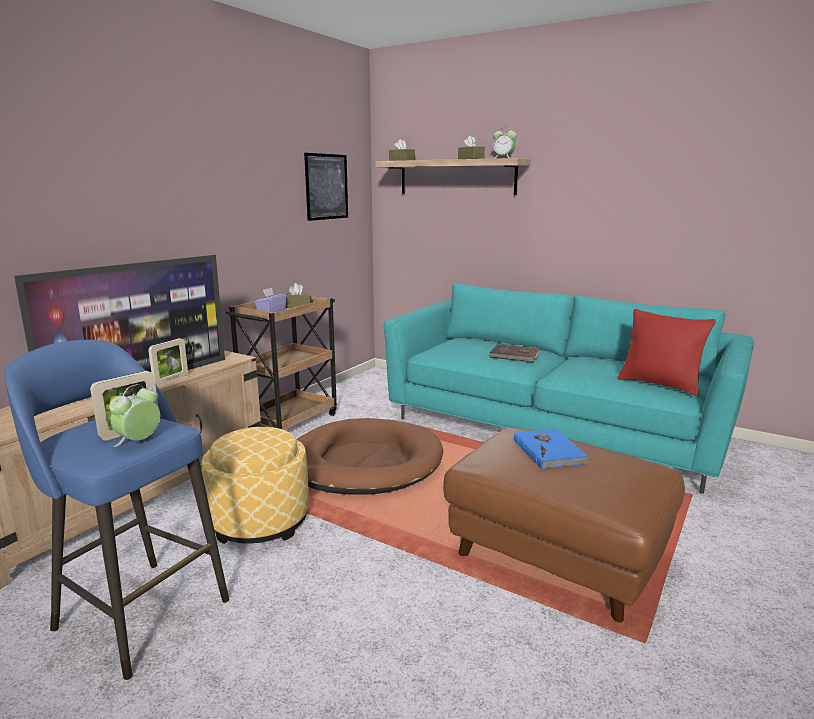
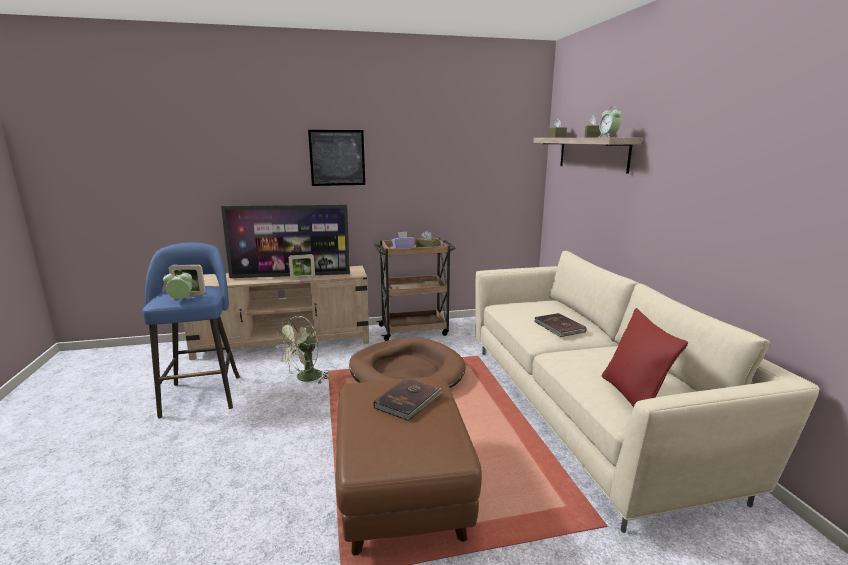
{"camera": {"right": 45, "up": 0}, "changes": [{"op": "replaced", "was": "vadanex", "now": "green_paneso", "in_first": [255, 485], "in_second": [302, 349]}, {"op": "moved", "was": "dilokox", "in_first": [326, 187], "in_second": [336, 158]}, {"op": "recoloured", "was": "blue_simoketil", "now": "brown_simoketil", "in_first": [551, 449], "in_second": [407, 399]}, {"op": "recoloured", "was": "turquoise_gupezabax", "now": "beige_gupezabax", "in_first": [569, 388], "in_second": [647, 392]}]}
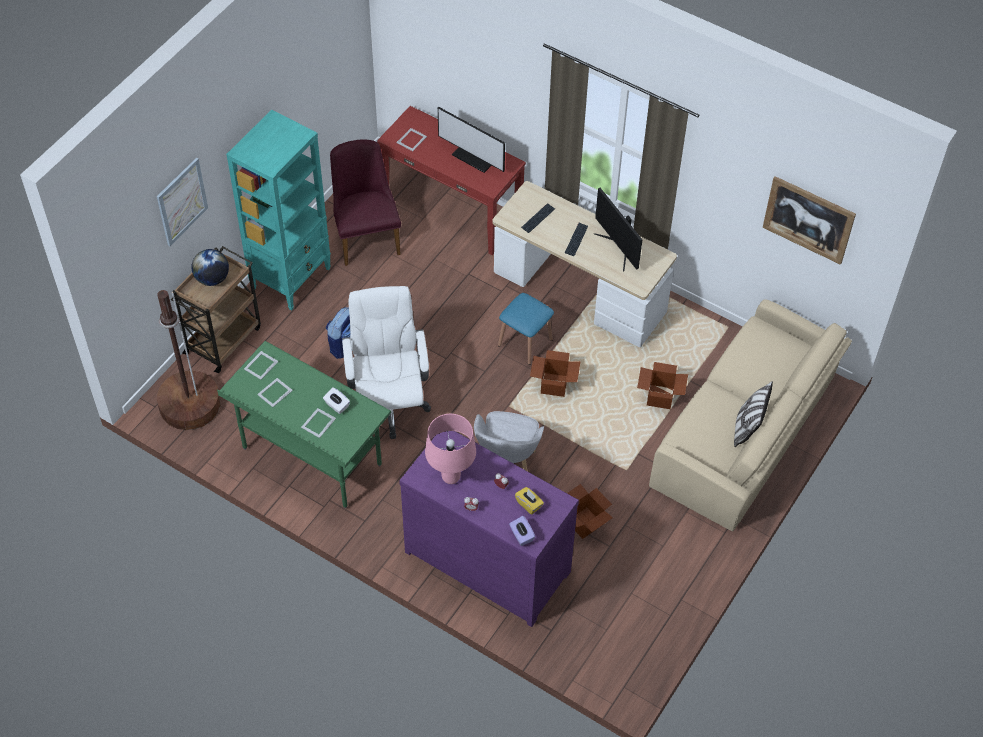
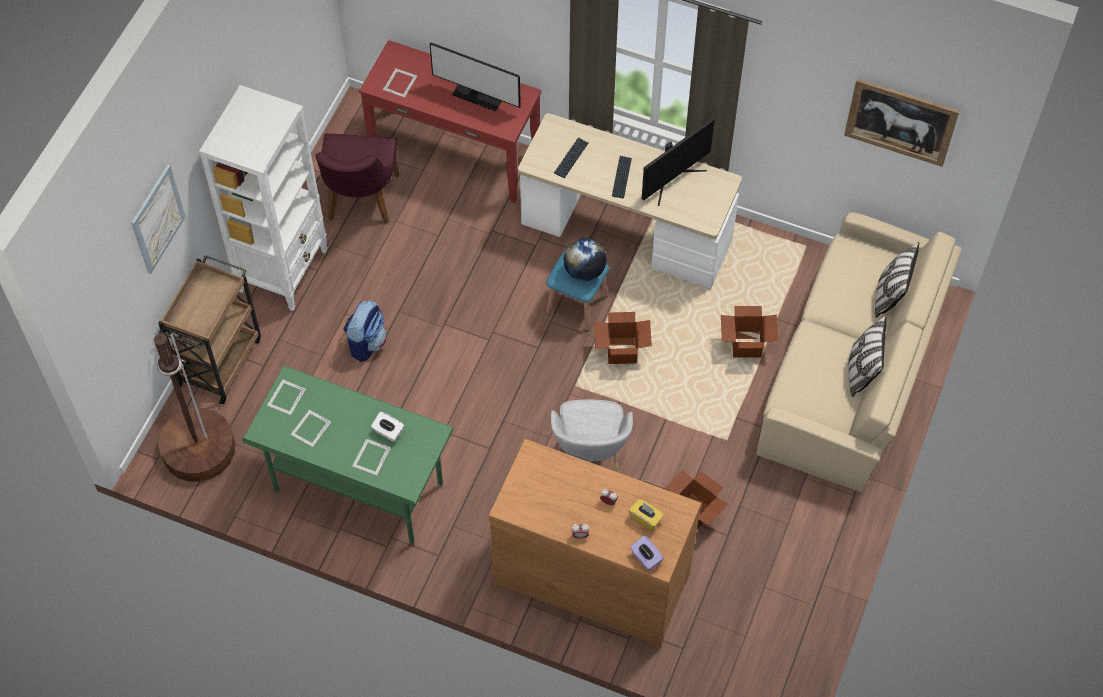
{"camera": {"right": -10, "up": 5}, "changes": [{"op": "recoloured", "was": "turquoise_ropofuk", "now": "white_ropofuk", "in_first": [278, 210], "in_second": [263, 198]}, {"op": "turned", "was": "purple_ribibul", "in_first": [365, 202], "in_second": [357, 178], "clockwise": -150}, {"op": "recoloured", "was": "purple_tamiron", "now": "brown_tamiron", "in_first": [489, 529], "in_second": [595, 544]}, {"op": "moved", "was": "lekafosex", "in_first": [210, 267], "in_second": [585, 259]}, {"op": "turned", "was": "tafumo", "in_first": [618, 229], "in_second": [678, 162], "clockwise": -90}, {"op": "added", "now": "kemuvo", "in_second": [897, 280]}, {"op": "removed", "was": "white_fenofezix", "in_first": [386, 362]}, {"op": "removed", "was": "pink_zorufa", "in_first": [450, 449]}]}
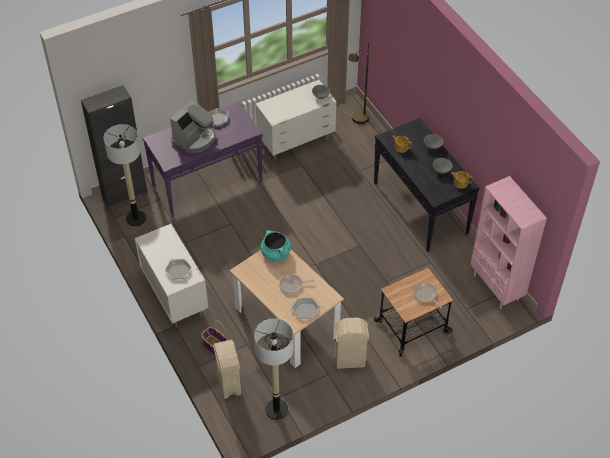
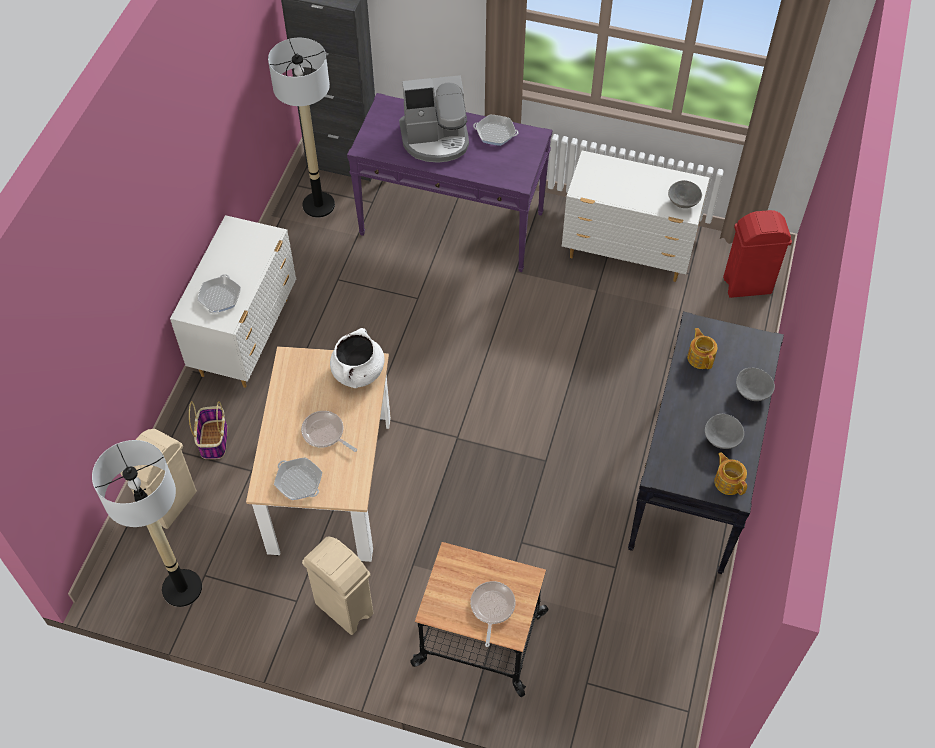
{"camera": {"right": 45, "up": 5}, "changes": [{"op": "recoloured", "was": "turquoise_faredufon", "now": "white_faredufon", "in_first": [276, 245], "in_second": [357, 358]}, {"op": "replaced", "was": "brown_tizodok", "now": "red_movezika", "in_first": [358, 83], "in_second": [757, 254]}, {"op": "removed", "was": "pink_ropofuk", "in_first": [509, 242]}]}
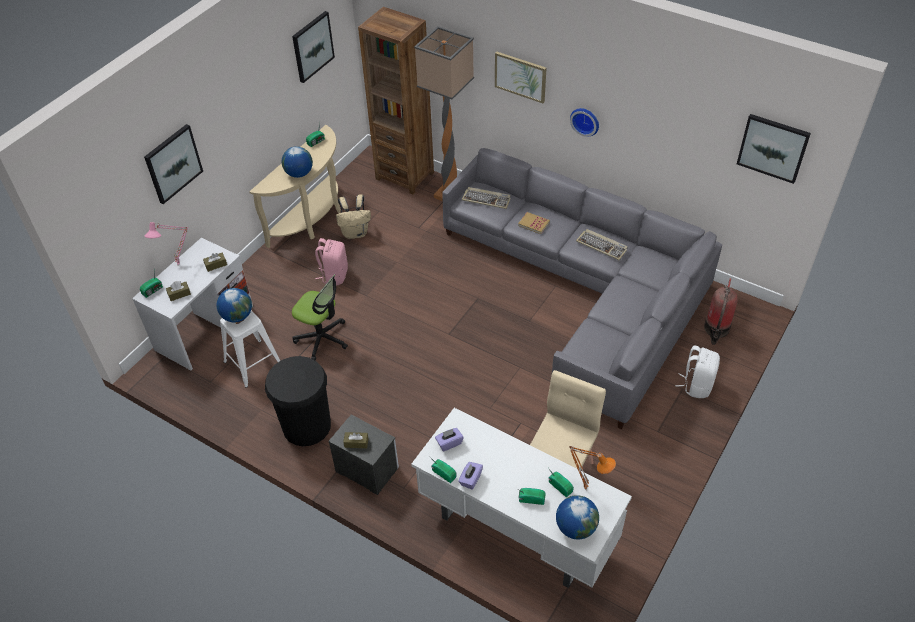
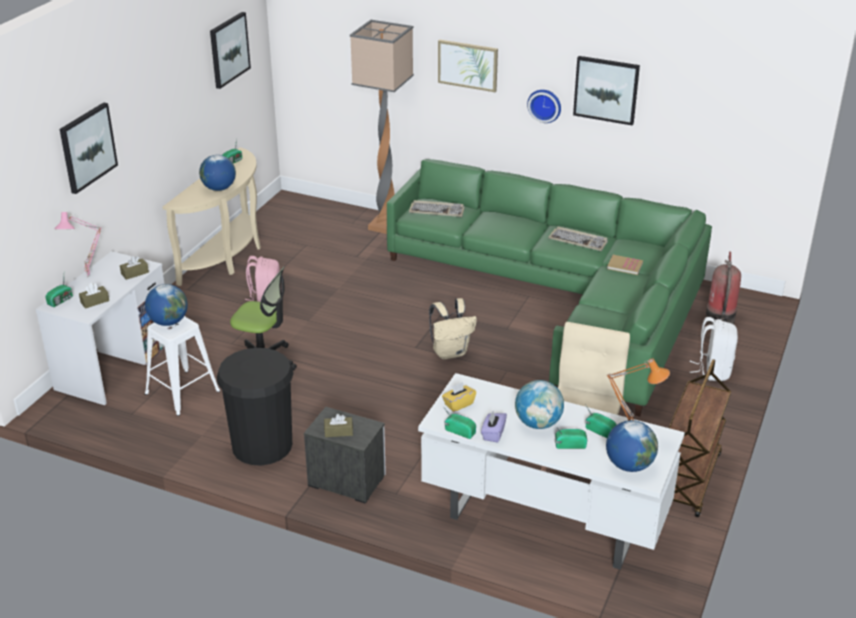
{"camera": {"right": -10, "up": -15}, "changes": [{"op": "recoloured", "was": "grey_gupezabax", "now": "green_gupezabax", "in_first": [582, 288], "in_second": [549, 288]}, {"op": "moved", "was": "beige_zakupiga", "in_first": [353, 216], "in_second": [453, 329]}, {"op": "recoloured", "was": "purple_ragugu", "now": "yellow_ragugu", "in_first": [449, 439], "in_second": [459, 397]}, {"op": "added", "now": "lekafosex", "in_second": [539, 404]}, {"op": "moved", "was": "dilokox", "in_first": [774, 149], "in_second": [606, 90]}, {"op": "moved", "was": "simoketil", "in_first": [534, 223], "in_second": [625, 265]}, {"op": "added", "now": "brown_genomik", "in_second": [700, 438]}, {"op": "removed", "was": "brown_ropofuk", "in_first": [396, 100]}]}
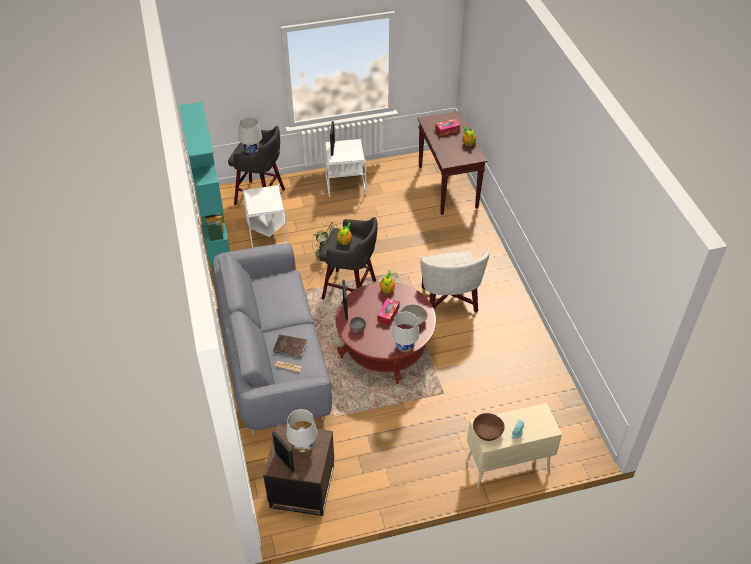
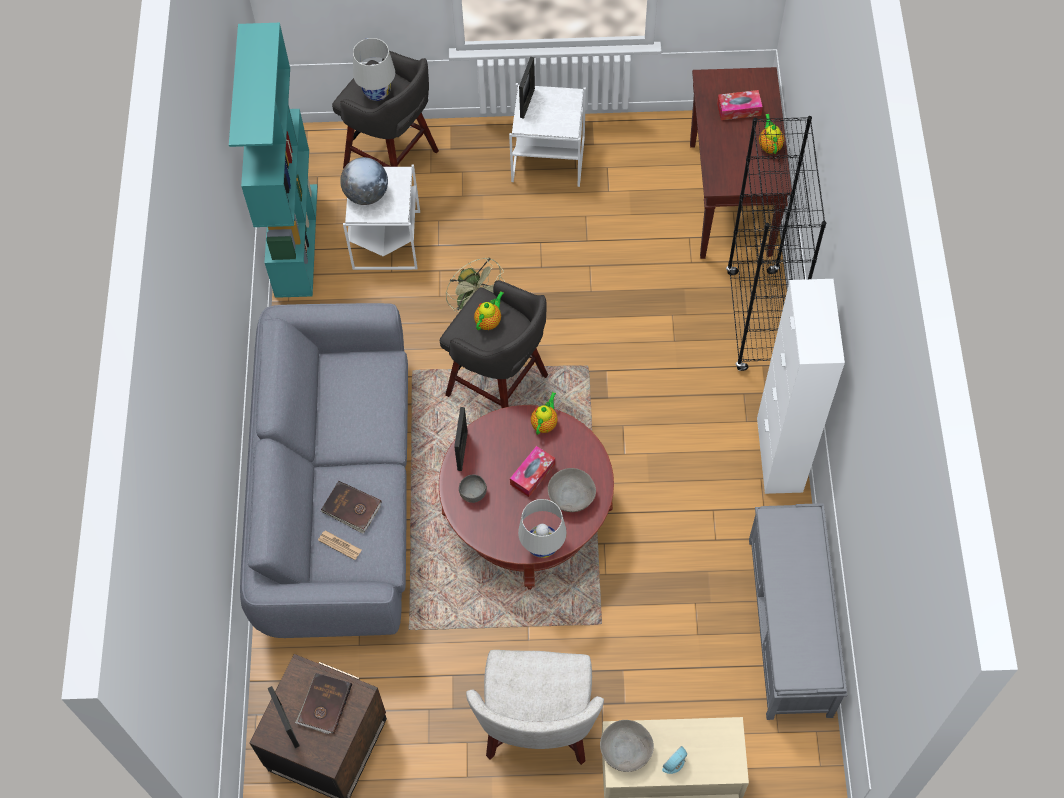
{"camera": {"right": 15, "up": 15}, "changes": [{"op": "replaced", "was": "white_zorufa", "now": "brown_simoketil", "in_first": [302, 431], "in_second": [323, 703]}, {"op": "added", "now": "lekafosex", "in_second": [364, 181]}, {"op": "moved", "was": "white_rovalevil", "in_first": [454, 282], "in_second": [535, 707]}, {"op": "recoloured", "was": "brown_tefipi", "now": "grey_tefipi", "in_first": [489, 427], "in_second": [627, 746]}, {"op": "added", "now": "black_ropofuk", "in_second": [776, 243]}, {"op": "added", "now": "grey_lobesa", "in_second": [798, 611]}, {"op": "added", "now": "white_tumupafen", "in_second": [801, 386]}]}
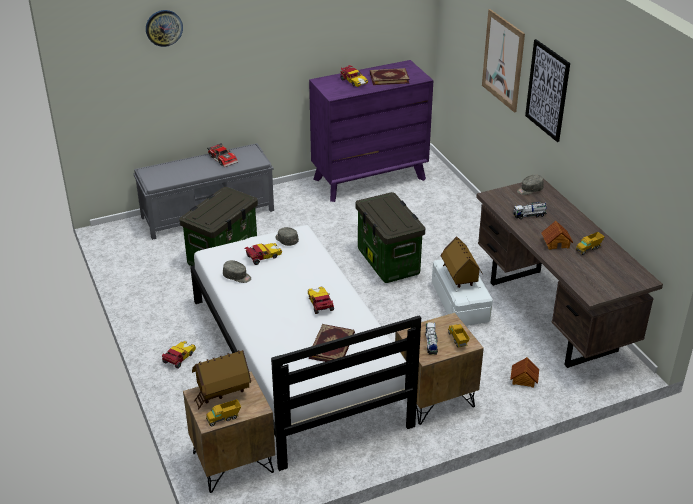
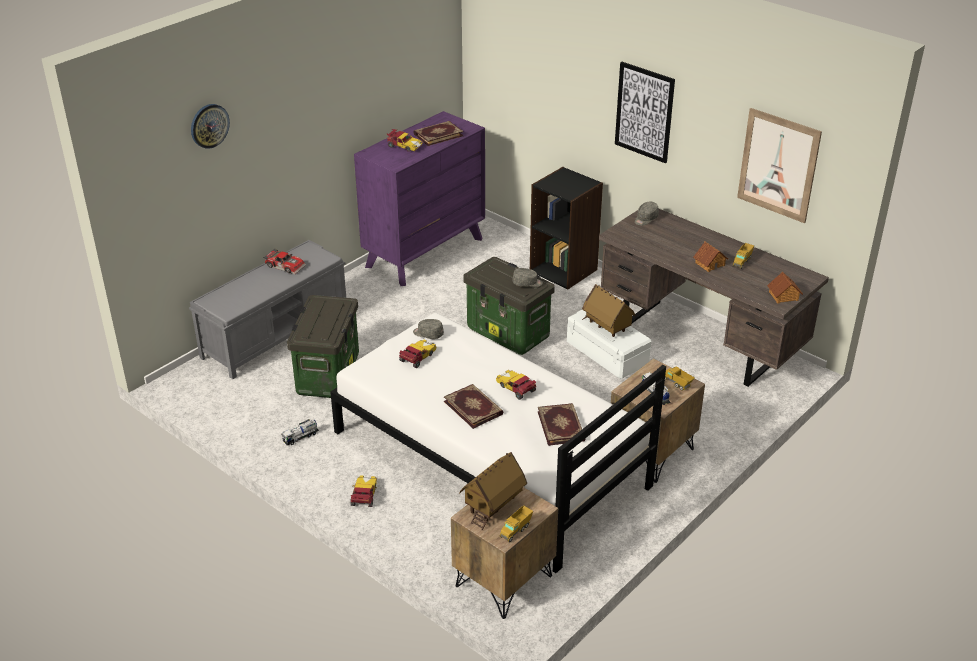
{"camera": {"right": -25, "up": 0}, "changes": [{"op": "moved", "was": "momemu", "in_first": [530, 210], "in_second": [300, 432]}, {"op": "added", "now": "simoketil", "in_second": [473, 406]}, {"op": "moved", "was": "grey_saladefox", "in_first": [237, 271], "in_second": [527, 277]}, {"op": "added", "now": "black_ropofuk", "in_second": [566, 228]}, {"op": "moved", "was": "dilokox", "in_first": [503, 61], "in_second": [779, 165]}, {"op": "moved", "was": "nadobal", "in_first": [524, 372], "in_second": [785, 287]}]}
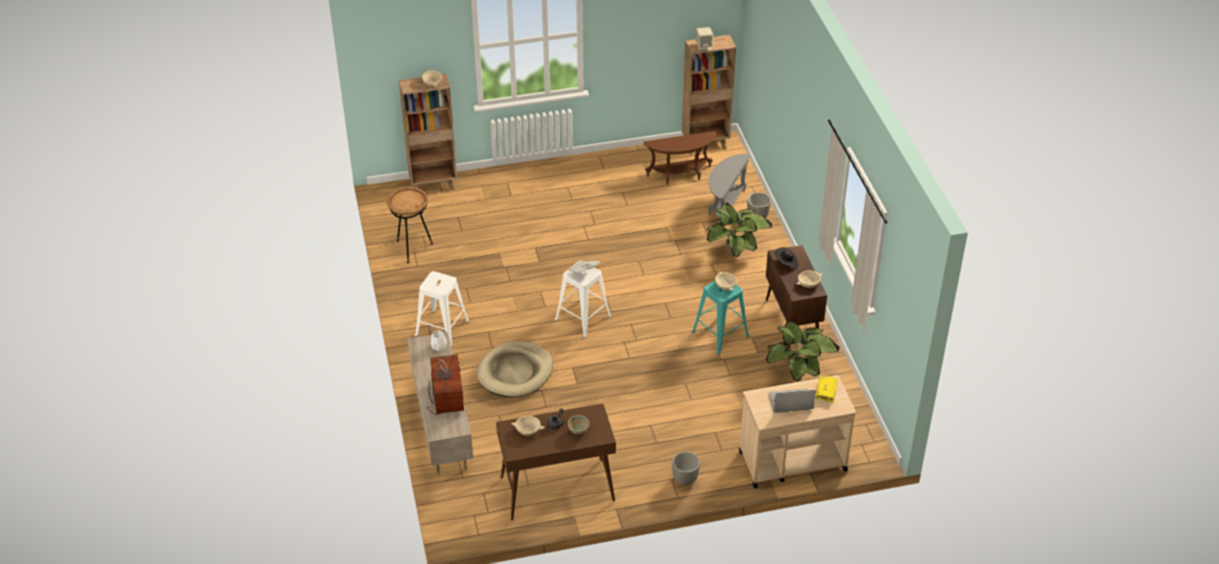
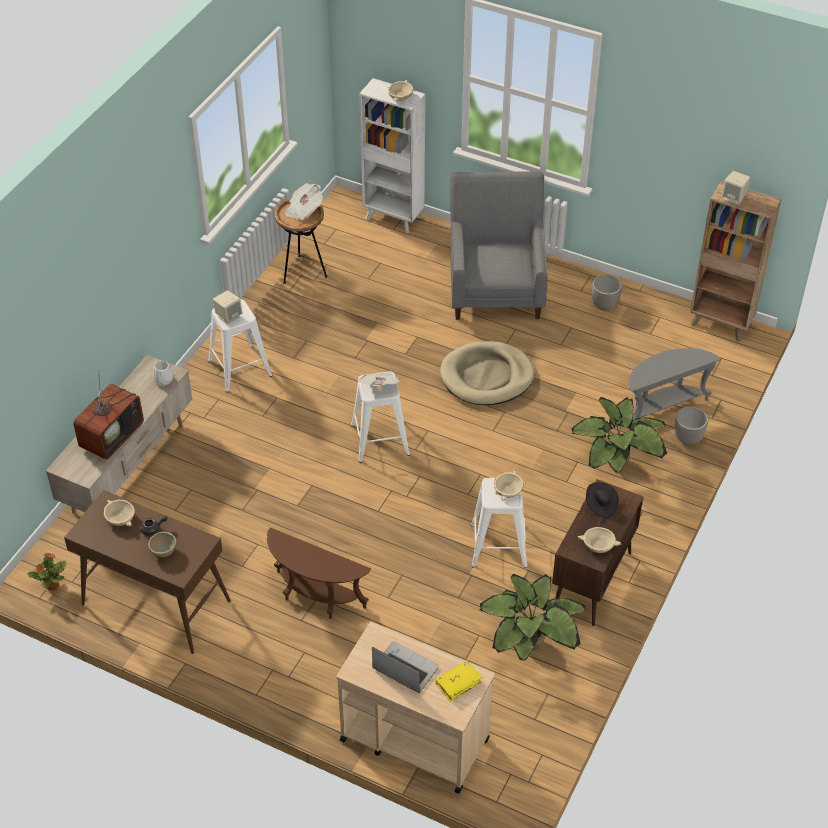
{"camera": {"right": 40, "up": 5}, "changes": [{"op": "added", "now": "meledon", "in_second": [47, 571]}, {"op": "added", "now": "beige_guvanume", "in_second": [228, 307]}, {"op": "moved", "was": "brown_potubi", "in_first": [679, 158], "in_second": [319, 573]}, {"op": "added", "now": "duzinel", "in_second": [304, 202]}, {"op": "recoloured", "was": "brown_ropofuk", "now": "white_ropofuk", "in_first": [428, 132], "in_second": [392, 155]}, {"op": "moved", "was": "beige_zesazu", "in_first": [515, 369], "in_second": [487, 373]}, {"op": "added", "now": "grey_rovalevil", "in_second": [499, 245]}, {"op": "recoloured", "was": "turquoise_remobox", "now": "white_remobox", "in_first": [720, 318], "in_second": [499, 523]}, {"op": "moved", "was": "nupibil", "in_first": [686, 468], "in_second": [607, 293]}]}
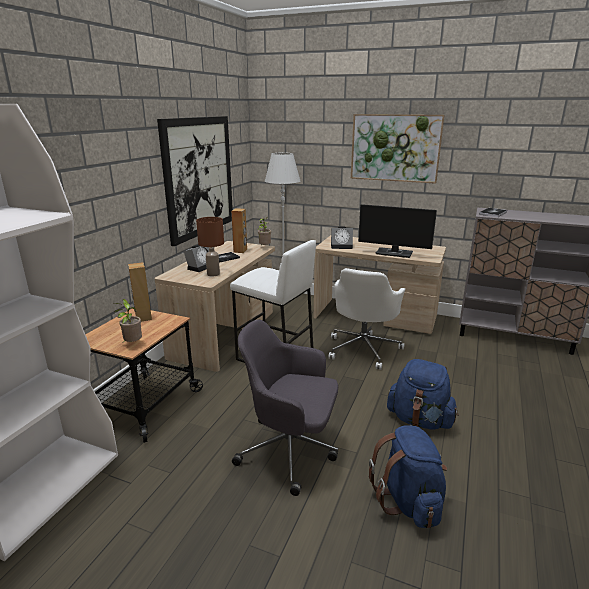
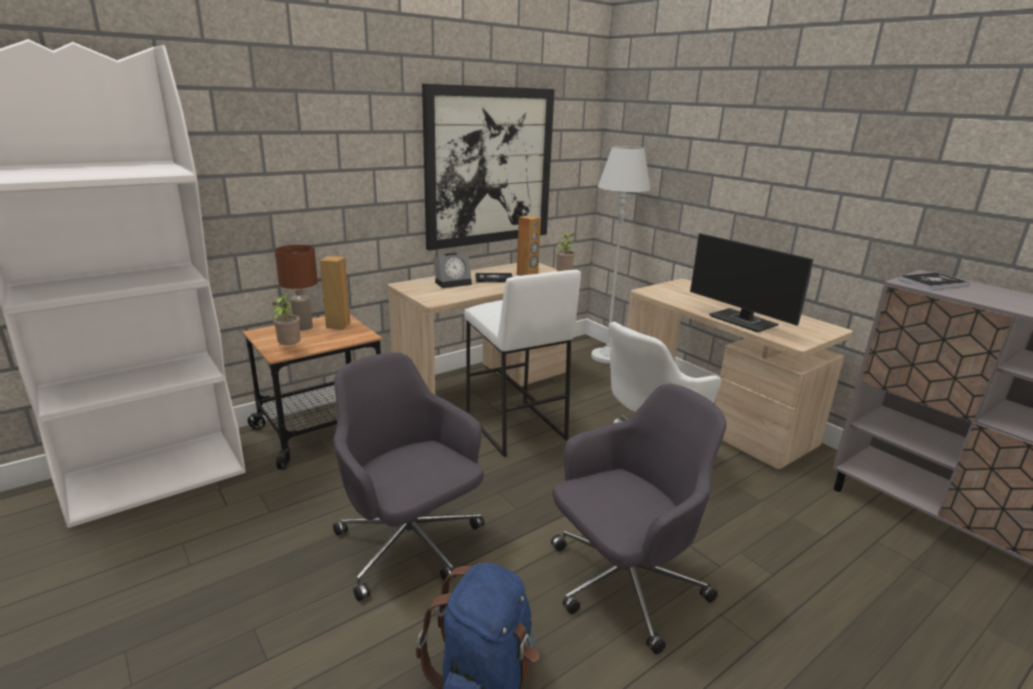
{"camera": {"right": 30, "up": 0}, "changes": [{"op": "moved", "was": "brown_zorufa", "in_first": [210, 246], "in_second": [296, 288]}, {"op": "replaced", "was": "blue_zakupiga", "now": "grey_fenofezix", "in_first": [423, 394], "in_second": [639, 519]}, {"op": "removed", "was": "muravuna", "in_first": [342, 238]}, {"op": "removed", "was": "dilokox", "in_first": [397, 149]}]}
